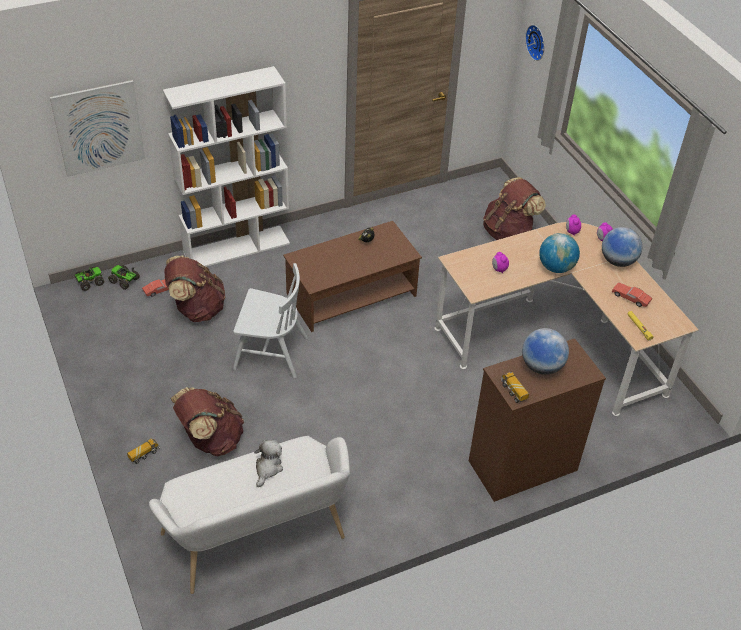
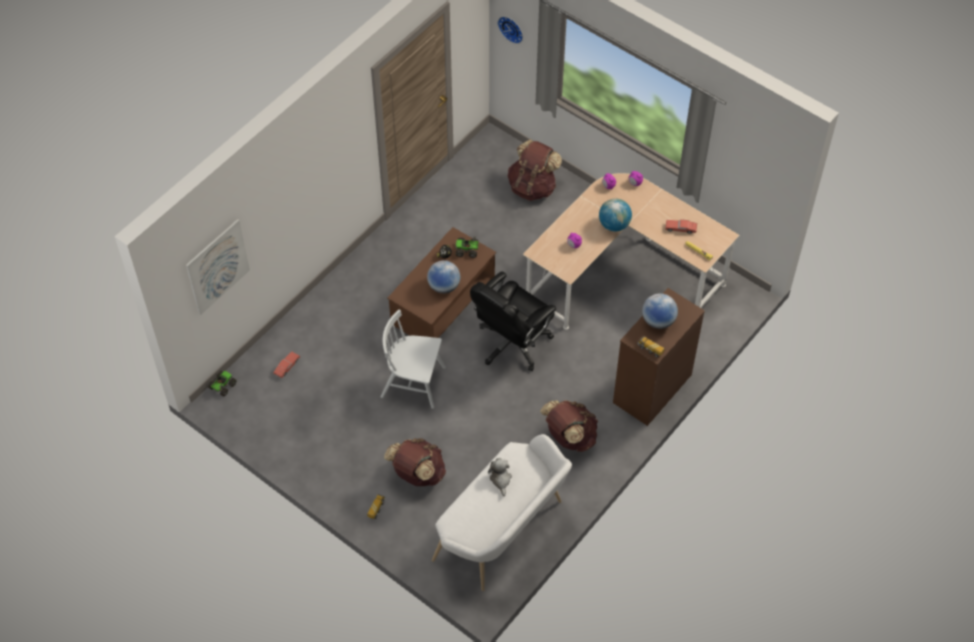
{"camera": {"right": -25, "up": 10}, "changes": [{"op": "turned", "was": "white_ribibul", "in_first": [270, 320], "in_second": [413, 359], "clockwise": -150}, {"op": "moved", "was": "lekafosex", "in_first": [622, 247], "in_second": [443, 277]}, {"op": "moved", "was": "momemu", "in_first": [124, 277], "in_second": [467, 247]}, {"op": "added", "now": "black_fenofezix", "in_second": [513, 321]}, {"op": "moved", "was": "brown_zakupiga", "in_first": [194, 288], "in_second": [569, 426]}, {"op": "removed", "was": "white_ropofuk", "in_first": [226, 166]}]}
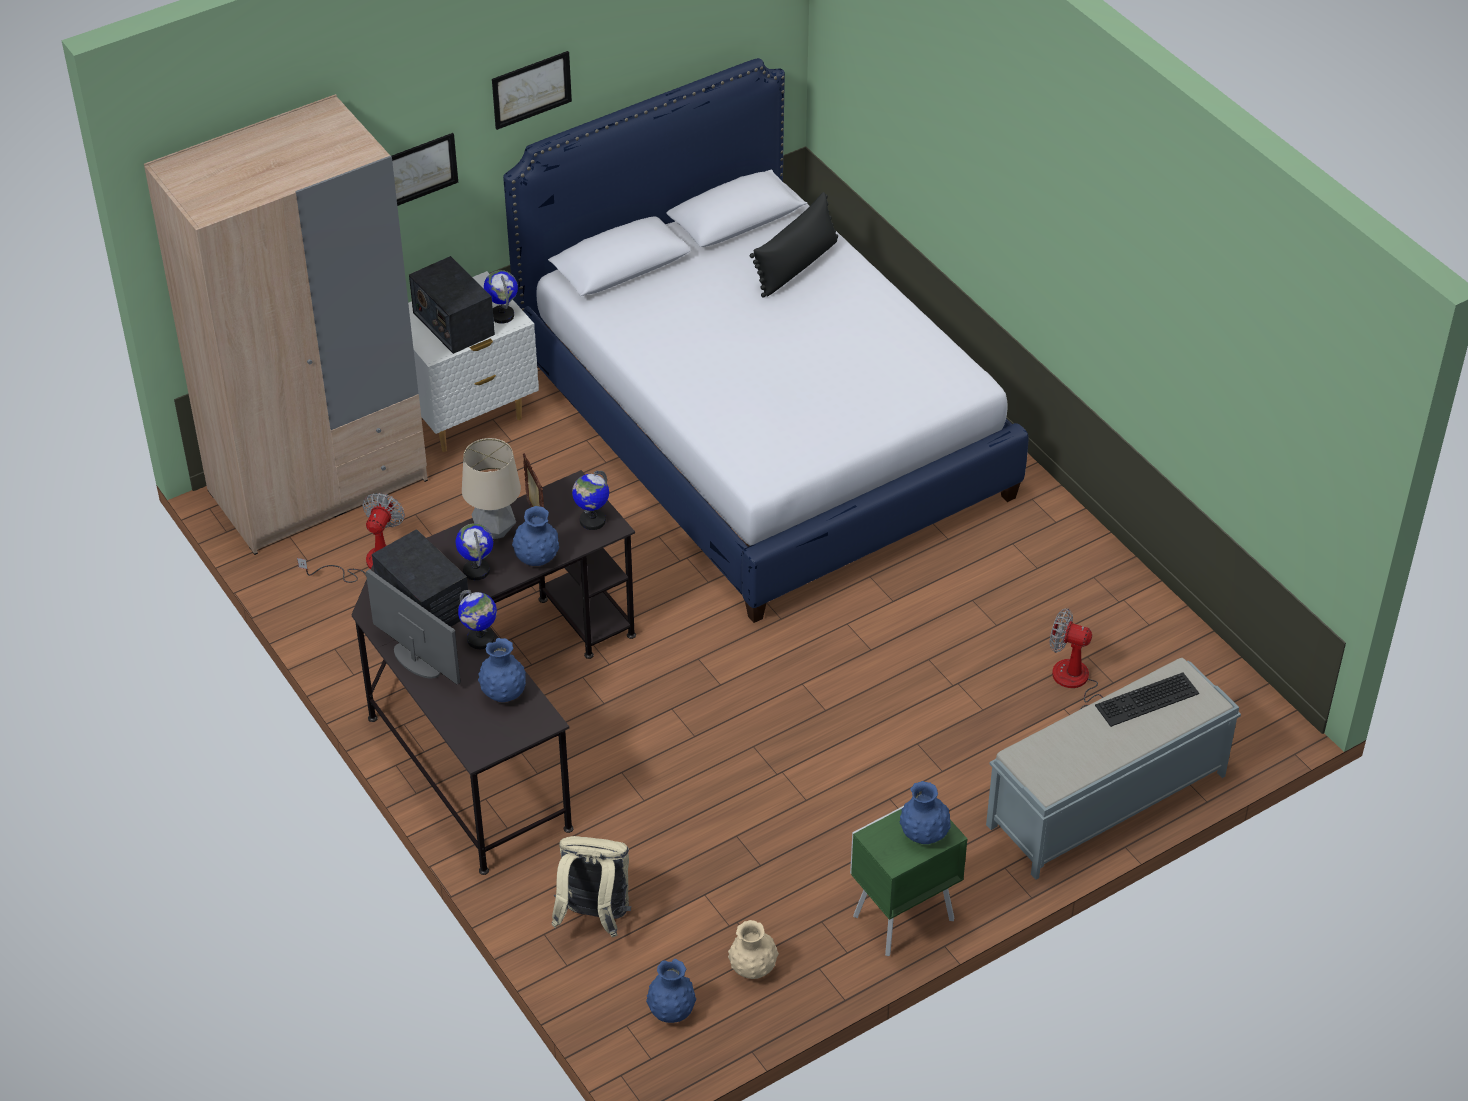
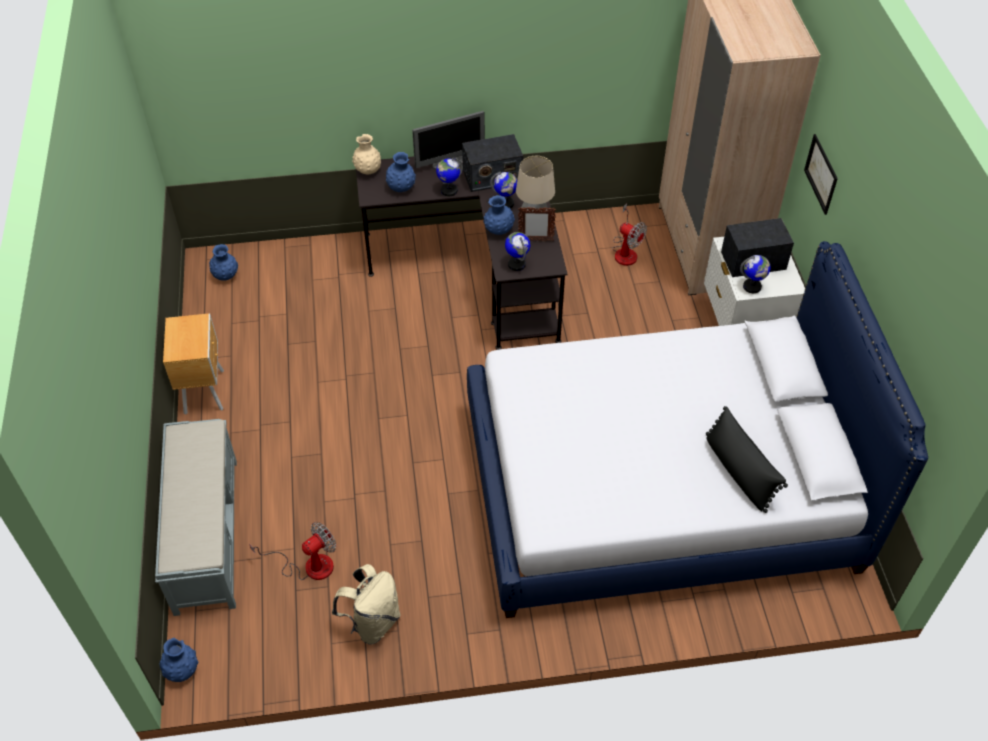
{"camera": {"right": 115, "up": 5}, "changes": [{"op": "moved", "was": "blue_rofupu", "in_first": [925, 812], "in_second": [178, 660]}, {"op": "recoloured", "was": "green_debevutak", "now": "brown_debevutak", "in_first": [909, 881], "in_second": [193, 364]}, {"op": "moved", "was": "beige_zakupiga", "in_first": [591, 886], "in_second": [366, 604]}, {"op": "moved", "was": "beige_rofupu", "in_first": [753, 949], "in_second": [366, 154]}, {"op": "removed", "was": "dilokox", "in_first": [532, 90]}, {"op": "removed", "was": "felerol", "in_first": [1147, 699]}]}
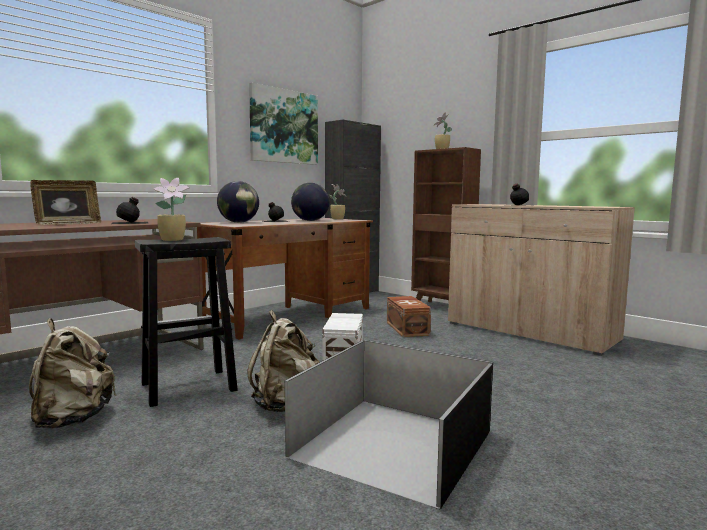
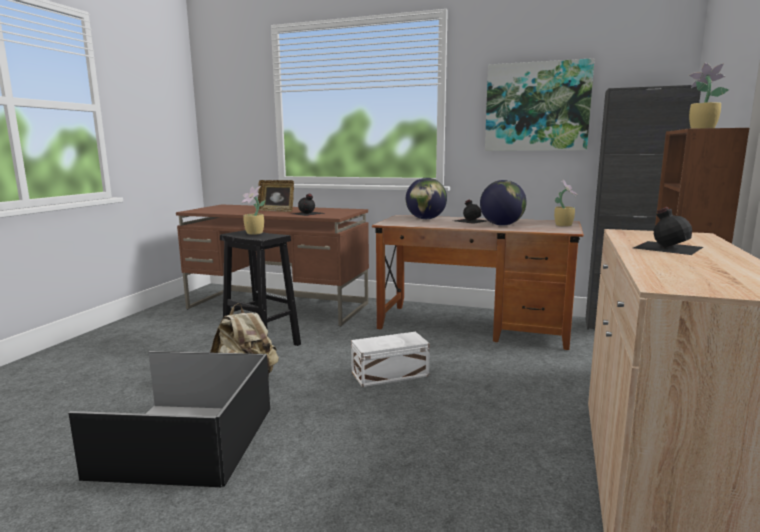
{"camera": {"right": 65, "up": 5}, "changes": [{"op": "removed", "was": "beige_zakupiga", "in_first": [73, 373]}, {"op": "removed", "was": "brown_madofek", "in_first": [409, 316]}]}
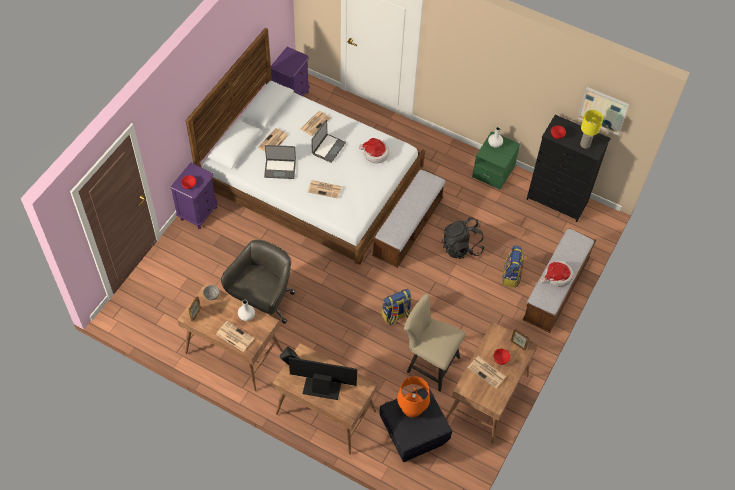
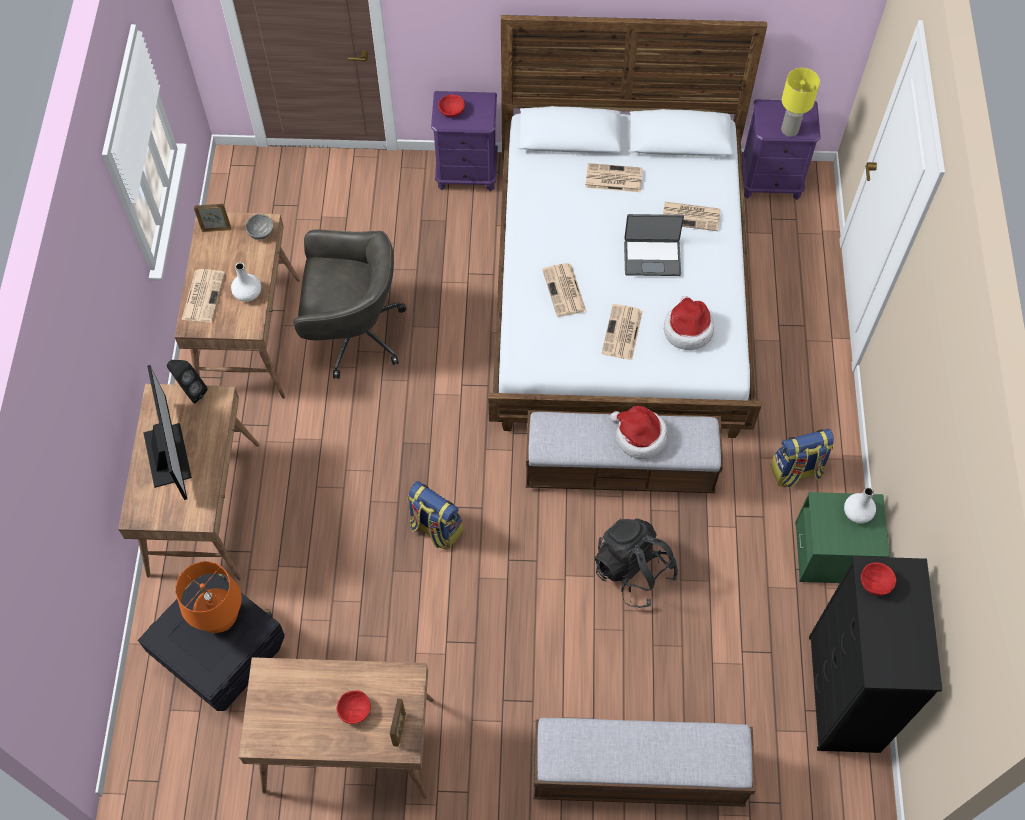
{"camera": {"right": 65, "up": 5}, "changes": [{"op": "moved", "was": "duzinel", "in_first": [487, 372], "in_second": [622, 332]}, {"op": "moved", "was": "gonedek", "in_first": [557, 274], "in_second": [639, 432]}, {"op": "moved", "was": "zakupiga", "in_first": [513, 266], "in_second": [802, 458]}, {"op": "moved", "was": "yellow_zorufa", "in_first": [591, 129], "in_second": [800, 102]}, {"op": "removed", "was": "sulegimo", "in_first": [280, 162]}, {"op": "removed", "was": "beige_ribibul", "in_first": [435, 343]}, {"op": "removed", "was": "dilokox", "in_first": [603, 111]}]}
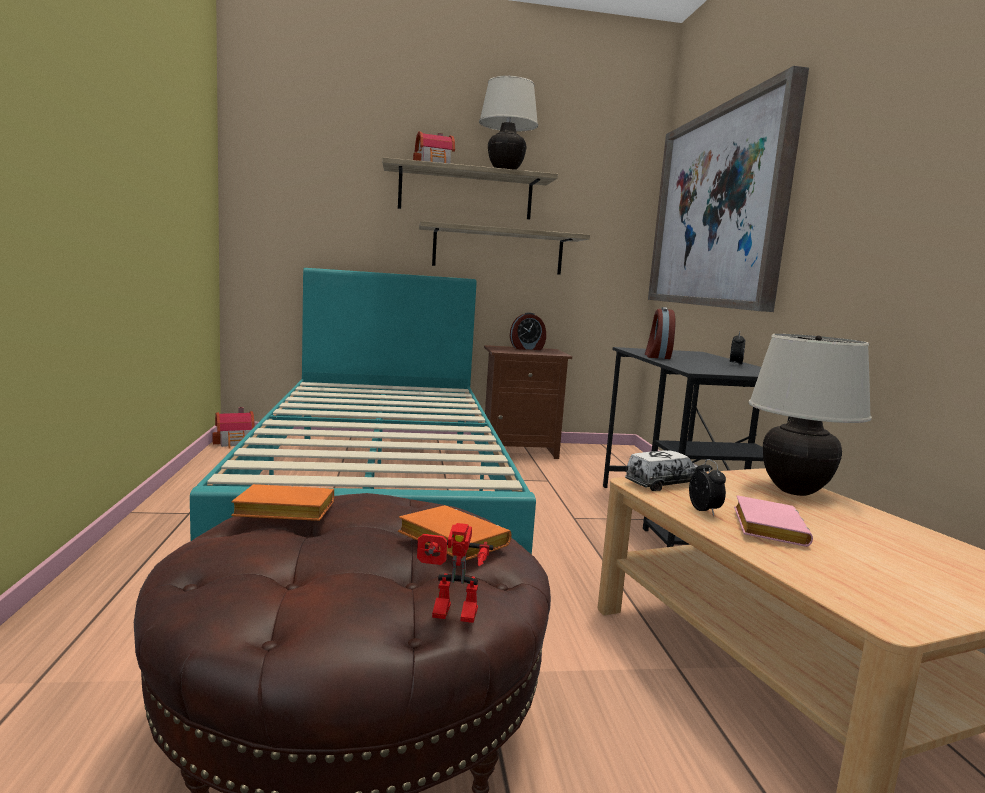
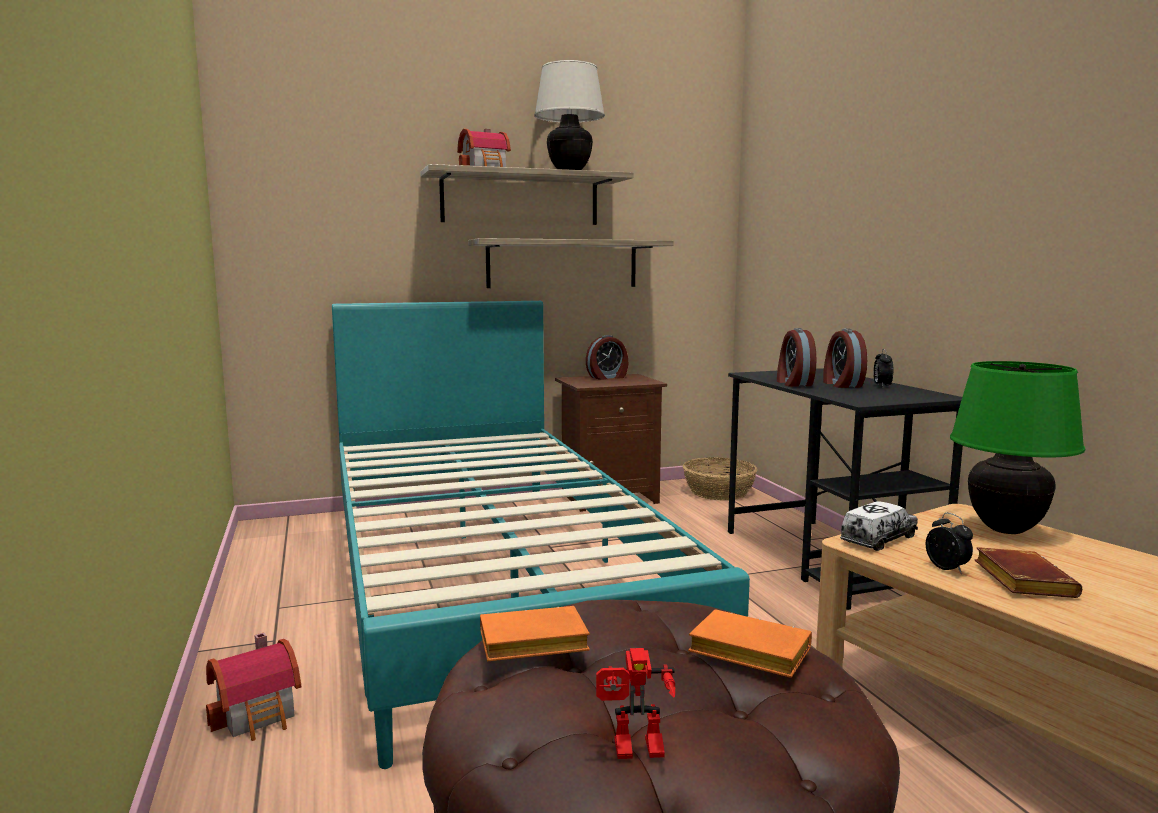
{"camera": {"right": -10, "up": 0}, "changes": [{"op": "moved", "was": "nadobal", "in_first": [234, 428], "in_second": [253, 687]}, {"op": "moved", "was": "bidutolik", "in_first": [455, 573], "in_second": [635, 703]}, {"op": "added", "now": "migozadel", "in_second": [720, 478]}, {"op": "added", "now": "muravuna", "in_second": [845, 358]}, {"op": "recoloured", "was": "beige_zorufa", "now": "green_zorufa", "in_first": [810, 415], "in_second": [1017, 447]}, {"op": "recoloured", "was": "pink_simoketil", "now": "brown_simoketil", "in_first": [773, 521], "in_second": [1028, 572]}, {"op": "removed", "was": "dilokox", "in_first": [728, 189]}]}
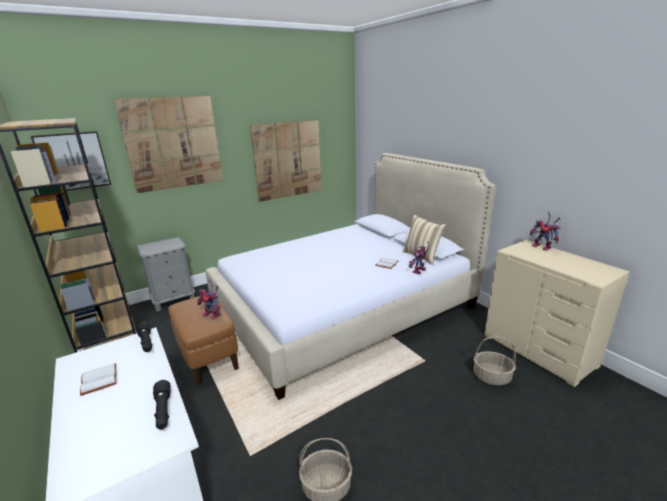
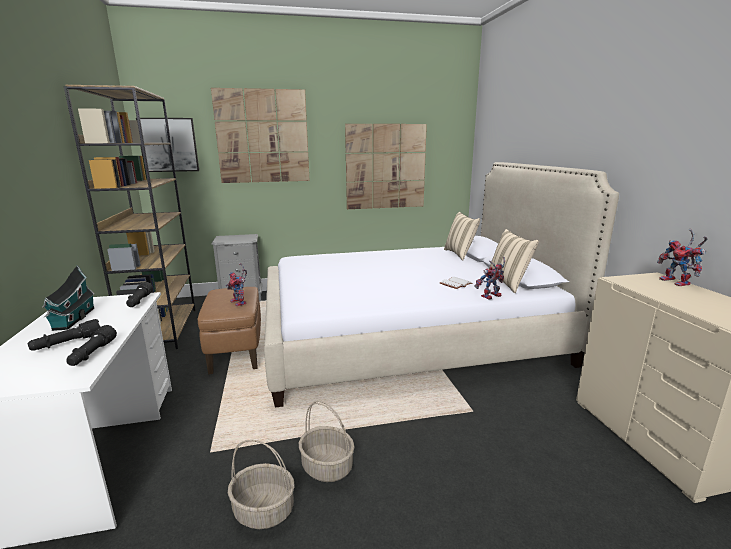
{"camera": {"right": 20, "up": -5}, "changes": [{"op": "added", "now": "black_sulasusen", "in_second": [64, 335]}, {"op": "replaced", "was": "white_simoketil", "now": "nadobal", "in_first": [98, 379], "in_second": [69, 298]}, {"op": "moved", "was": "migozadel", "in_first": [494, 361], "in_second": [327, 441]}, {"op": "added", "now": "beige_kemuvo", "in_second": [462, 236]}]}
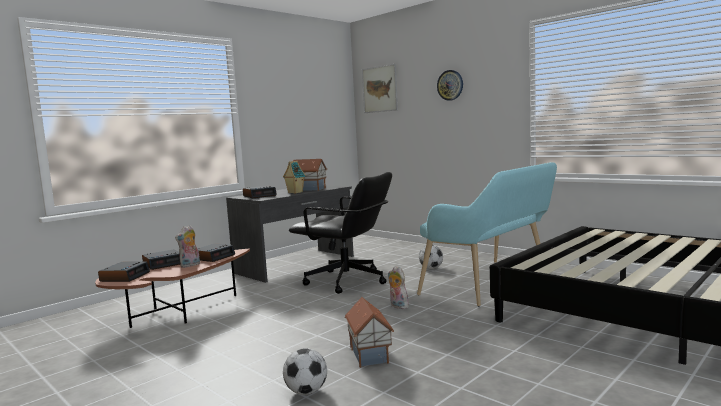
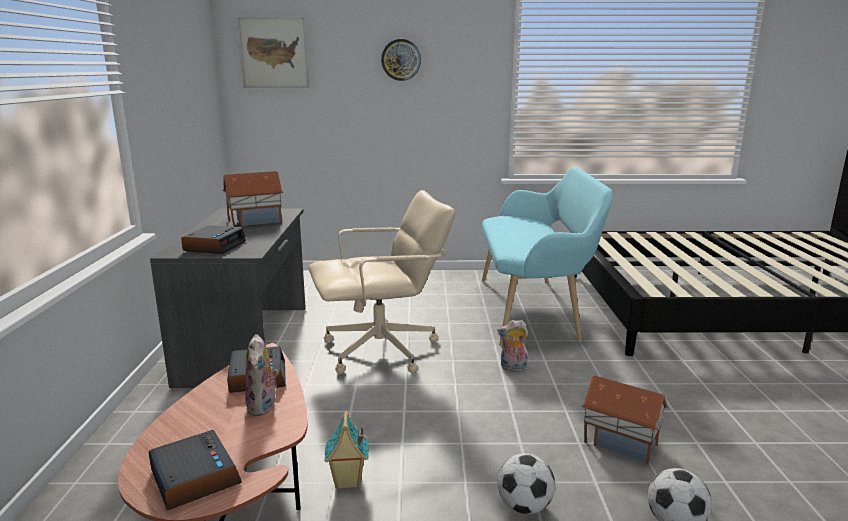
{"camera": {"right": -45, "up": 10}, "changes": [{"op": "recoloured", "was": "black_fenofezix", "now": "beige_fenofezix", "in_first": [340, 233], "in_second": [381, 282]}, {"op": "moved", "was": "nadobal", "in_first": [294, 177], "in_second": [346, 450]}, {"op": "moved", "was": "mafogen", "in_first": [431, 257], "in_second": [526, 483]}, {"op": "removed", "was": "muravuna", "in_first": [161, 259]}]}
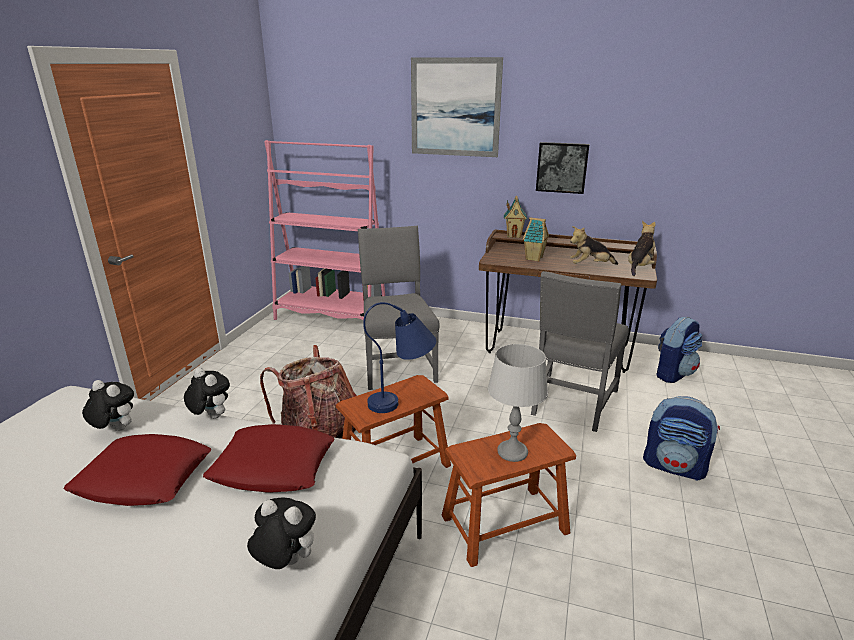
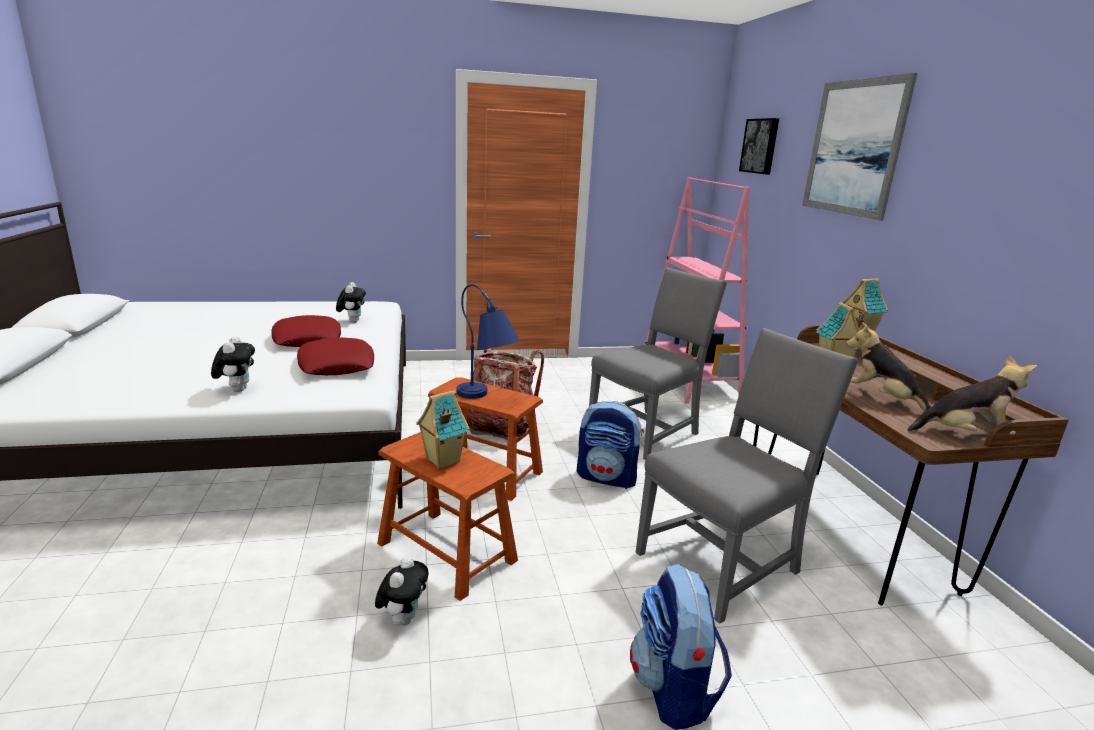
{"camera": {"right": 60, "up": -5}, "changes": [{"op": "moved", "was": "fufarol", "in_first": [207, 393], "in_second": [401, 591]}, {"op": "replaced", "was": "grey_zorufa", "now": "nadobal", "in_first": [518, 403], "in_second": [443, 429]}, {"op": "moved", "was": "zakupiga", "in_first": [679, 350], "in_second": [610, 445]}, {"op": "turned", "was": "grey_ribibul", "in_first": [580, 351], "in_second": [747, 476], "clockwise": 150}, {"op": "moved", "was": "dilokox", "in_first": [563, 168], "in_second": [759, 146]}]}
